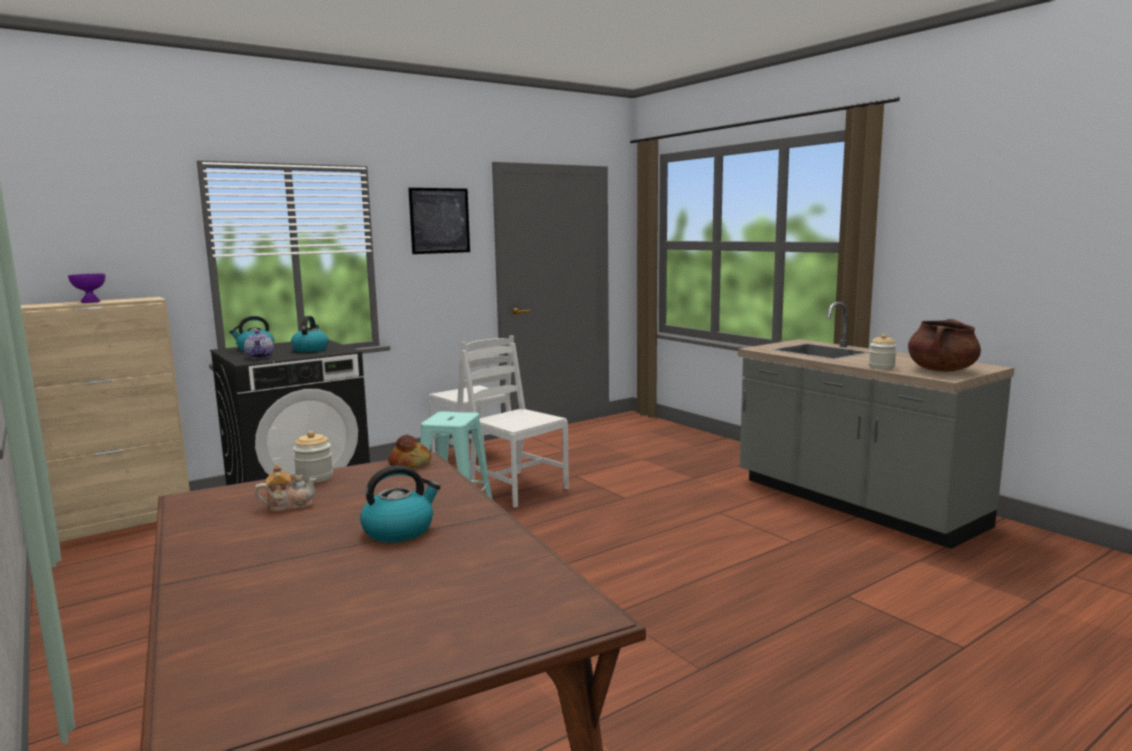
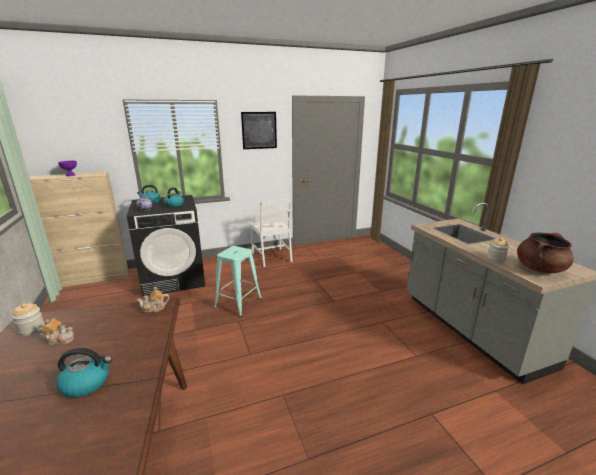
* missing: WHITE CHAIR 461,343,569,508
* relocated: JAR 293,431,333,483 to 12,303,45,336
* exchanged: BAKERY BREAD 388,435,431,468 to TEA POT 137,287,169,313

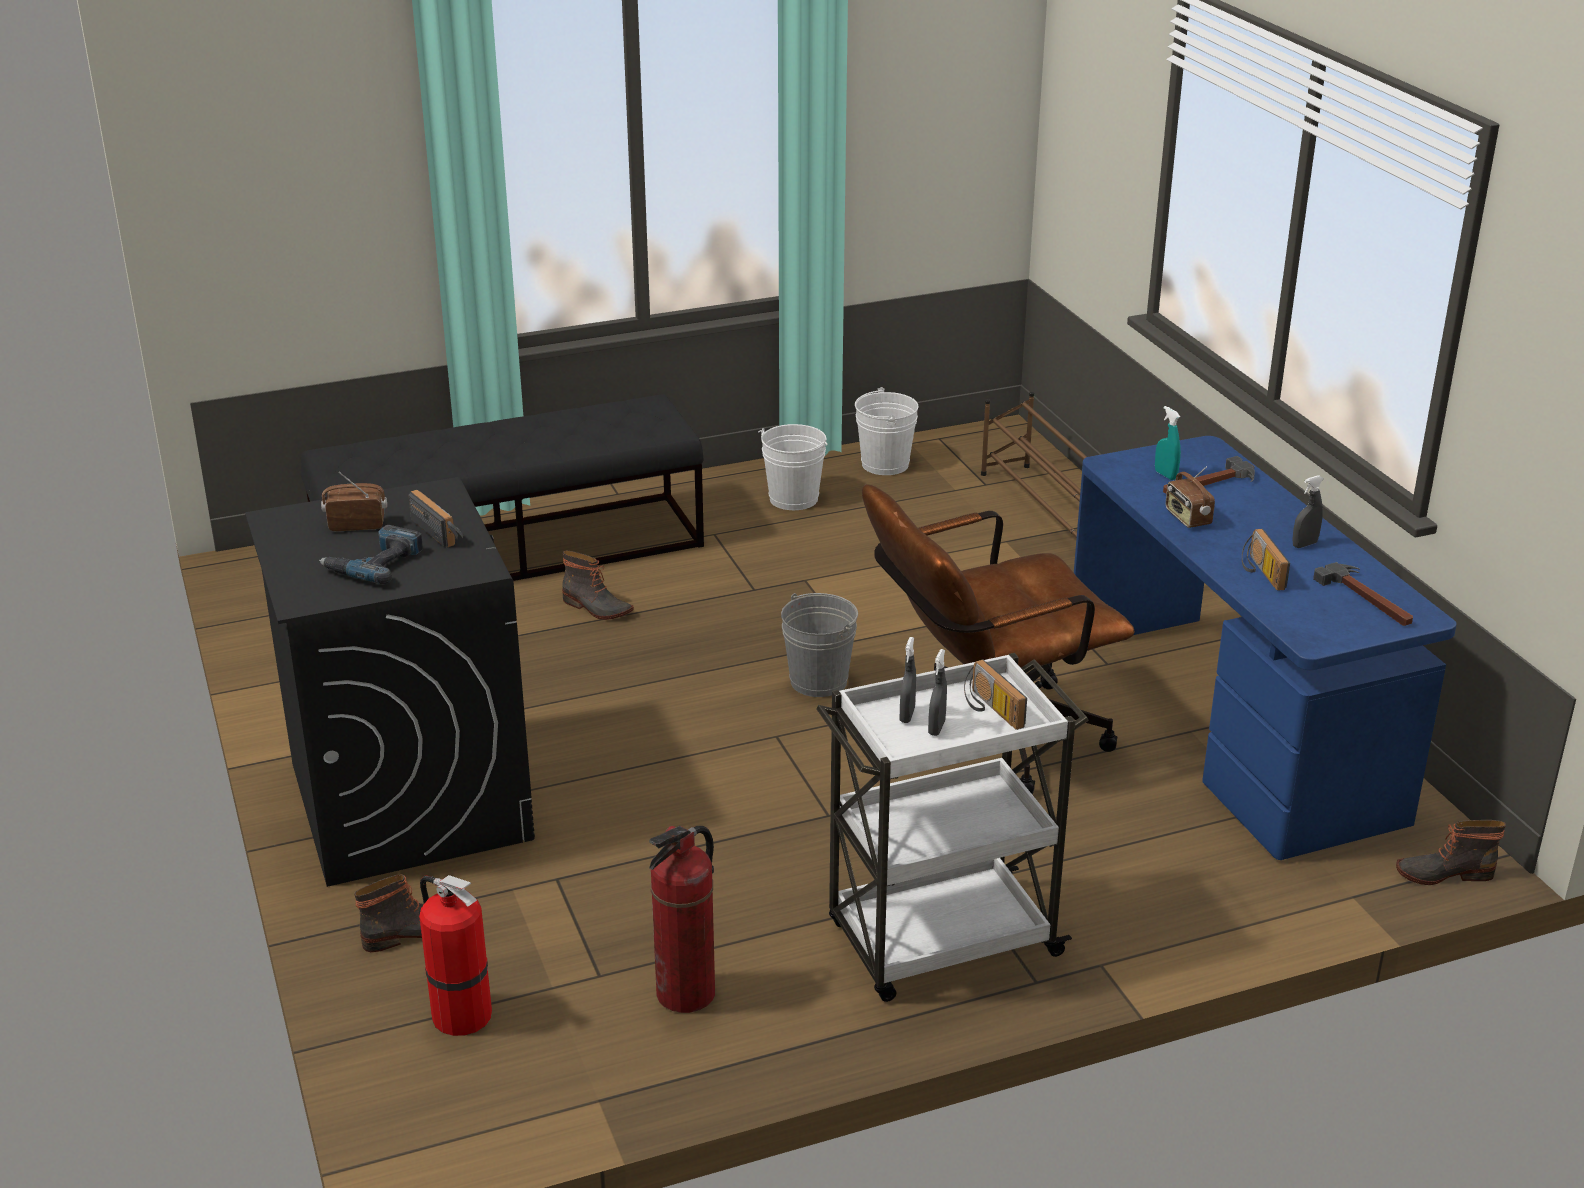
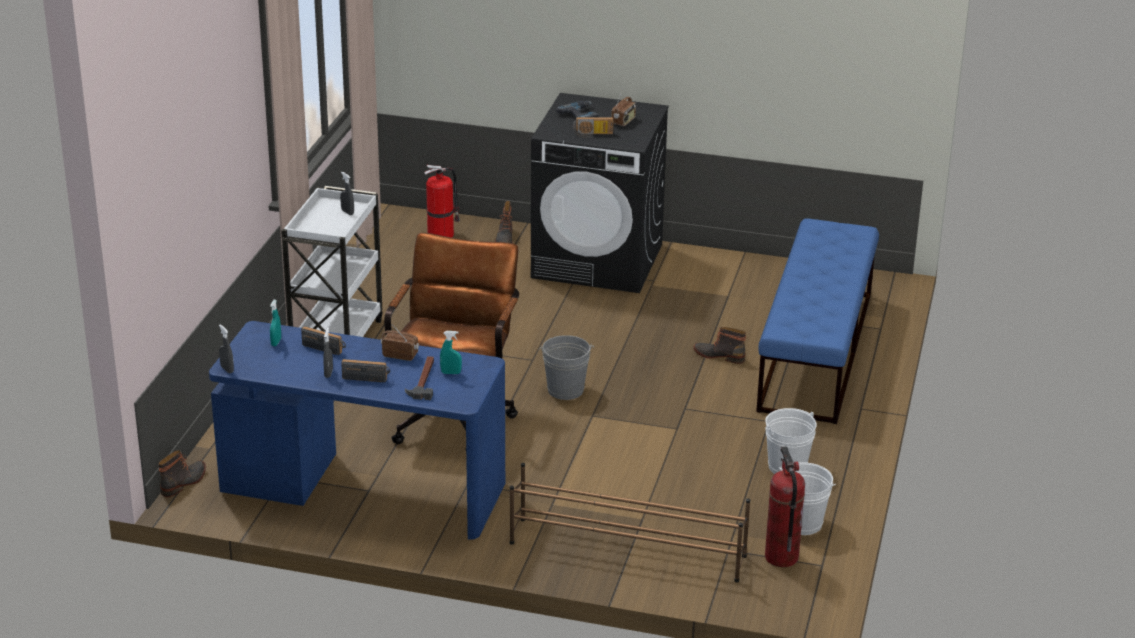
* missing: HAND HAMMER 1313,562,1413,626
* appeared: TURQUOISE-COLOURED HAND SPRAYER 270,300,281,346
* relocated: FIRE-FIGHTING CYLINDER 649,826,715,1013 to 765,446,805,567
* relocated: GRAY HAND SPRAYER 928,649,947,736 to 219,325,234,373
* relocated: RADIO 964,660,1027,730 to 341,359,390,382
* colour: BLACK-COLOURED INDOOR BENCH 301,394,704,581 to BLUE-COLOURED INDOOR BENCH 756,218,879,424
* spun: BOOT 562,551,634,620 = 694,327,746,364 45 degrees clockwise

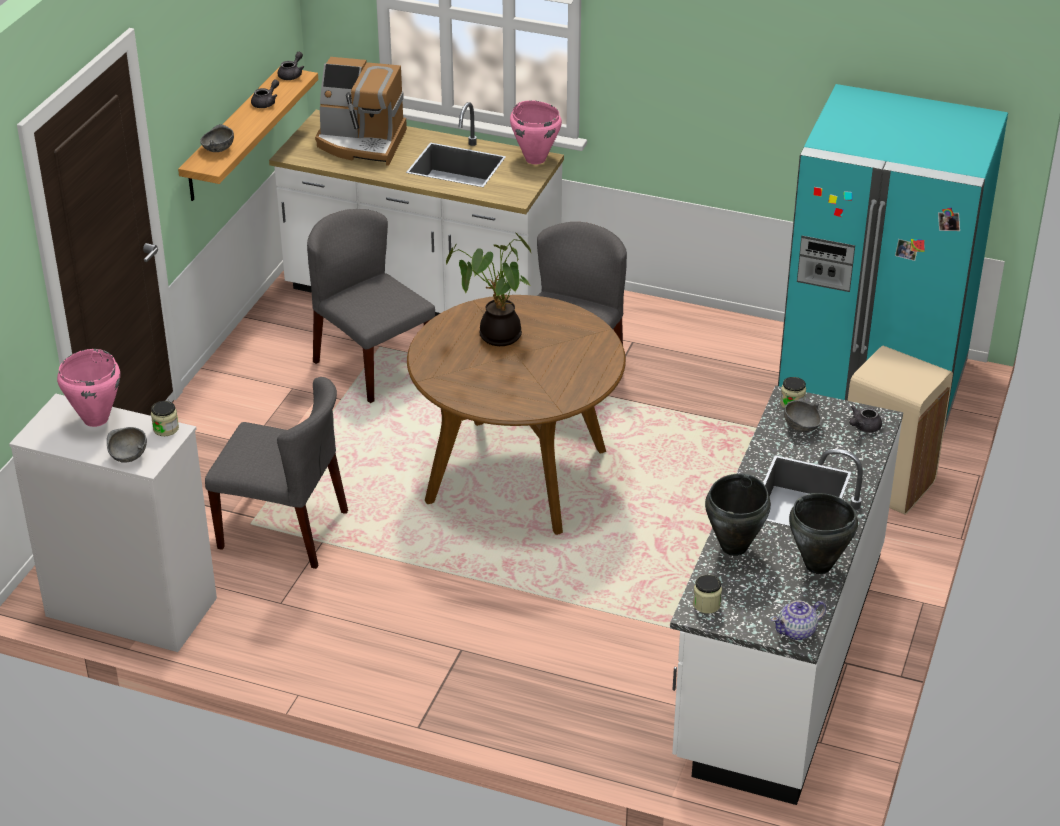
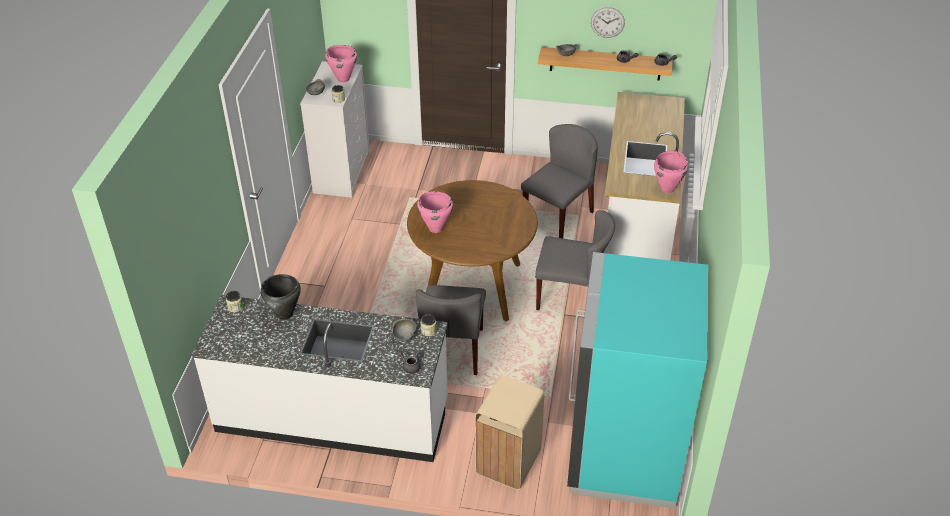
* missing: COFFEE BREWER 315,57,407,166
* missing: POTTED PLANT 446,232,532,346
* missing: TEA POT 771,600,826,640
* missing: BLACK-COLOURED COOKING POT 789,493,858,574
* appeared: PINK-COLOURED COOKING POT 417,191,453,233
* appeared: HANGING CLOCK 591,7,625,38
* relocated: GRAY CHAIR 205,377,348,569 to 416,285,486,375

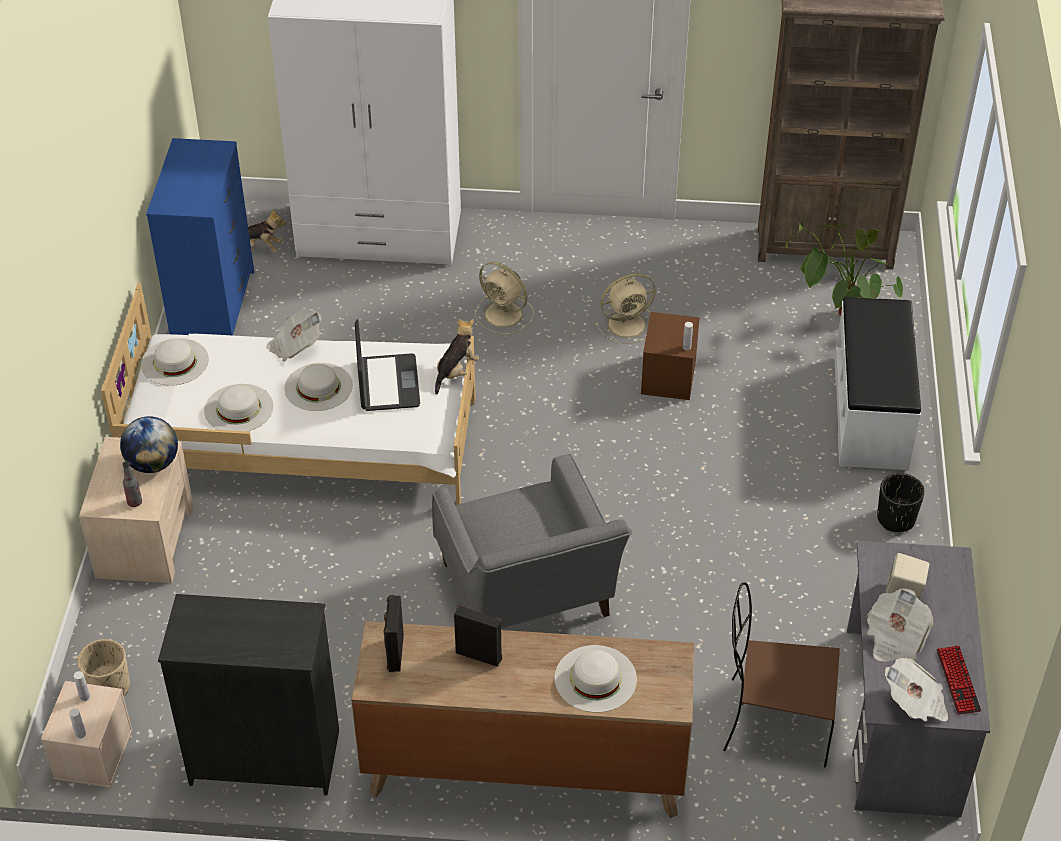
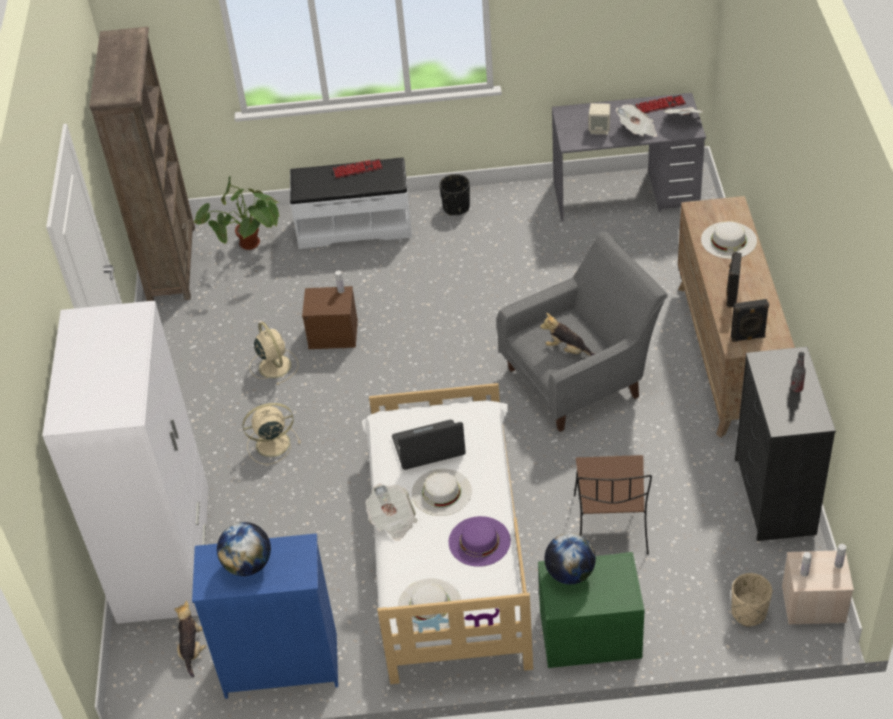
* appeared: DESK GLOBE 217,522,271,576
* appeared: COMPUTER KEYBOARD 333,159,383,178
* relocated: BEVERAGE BOTTLE 122,461,142,507 to 790,352,806,392
* relocated: CUDDLY TOY 435,319,479,394 to 540,313,595,356
* relocated: BROWN-COLOURED CHAIR 723,582,840,767 to 574,455,652,555
* colour: BEIGE-COLOURED NIGHT TABLE 79,437,193,583 to GREENISH NIGHT TABLE 538,552,645,668
* colour: WHITE WEARABLE HAT 204,384,273,431 to PURPLISH WEARABLE HAT 449,516,511,567
* spun: BEIGE-COLOURED FAN 475,262,534,334 = 242,403,301,465 135 degrees counterclockwise

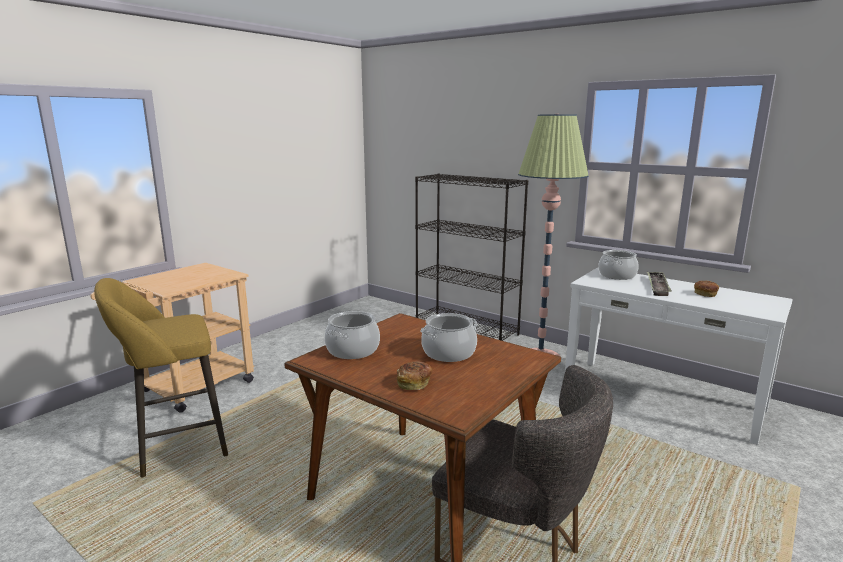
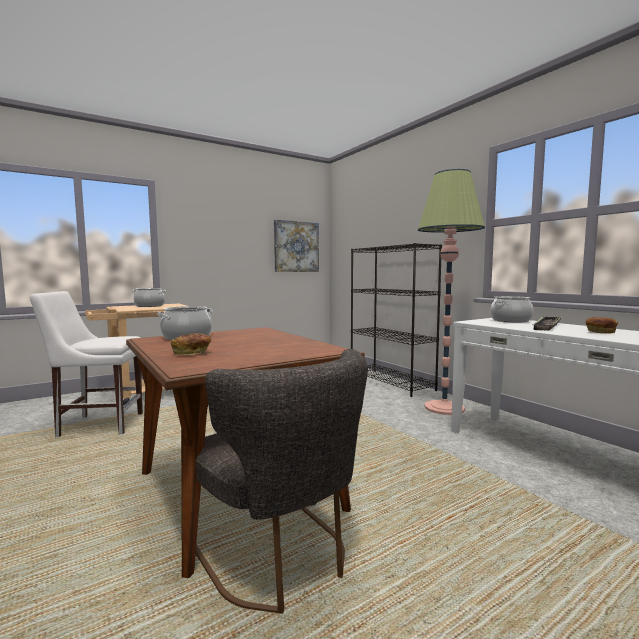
* appeared: PICTURE 274,220,319,272
* relocated: COOKING POT 421,313,477,362 to 132,288,166,307
* exchanged: YELLOW-COLOURED SITTING STOOL 94,278,228,478 to WHITE CHAIR 30,291,143,437

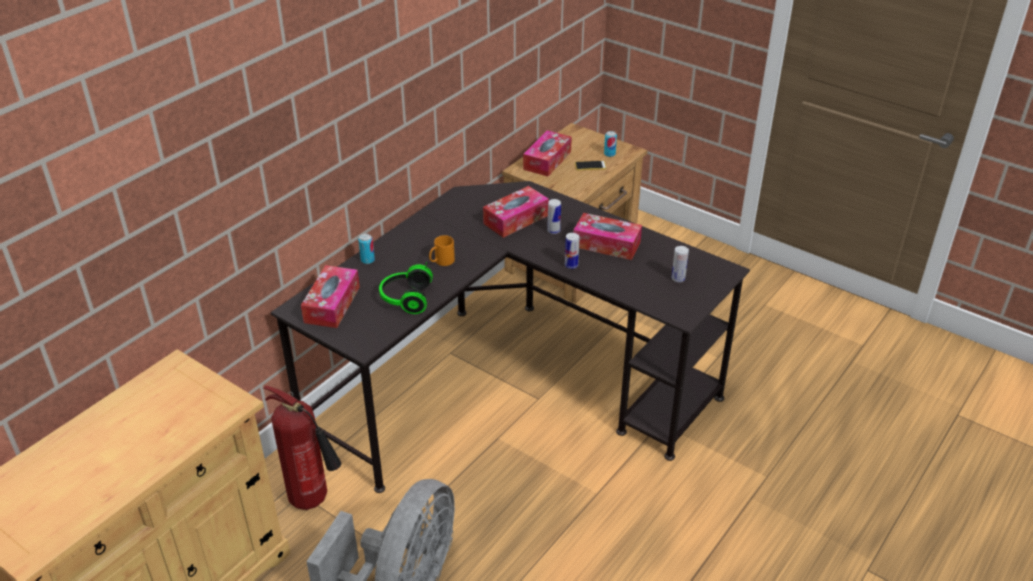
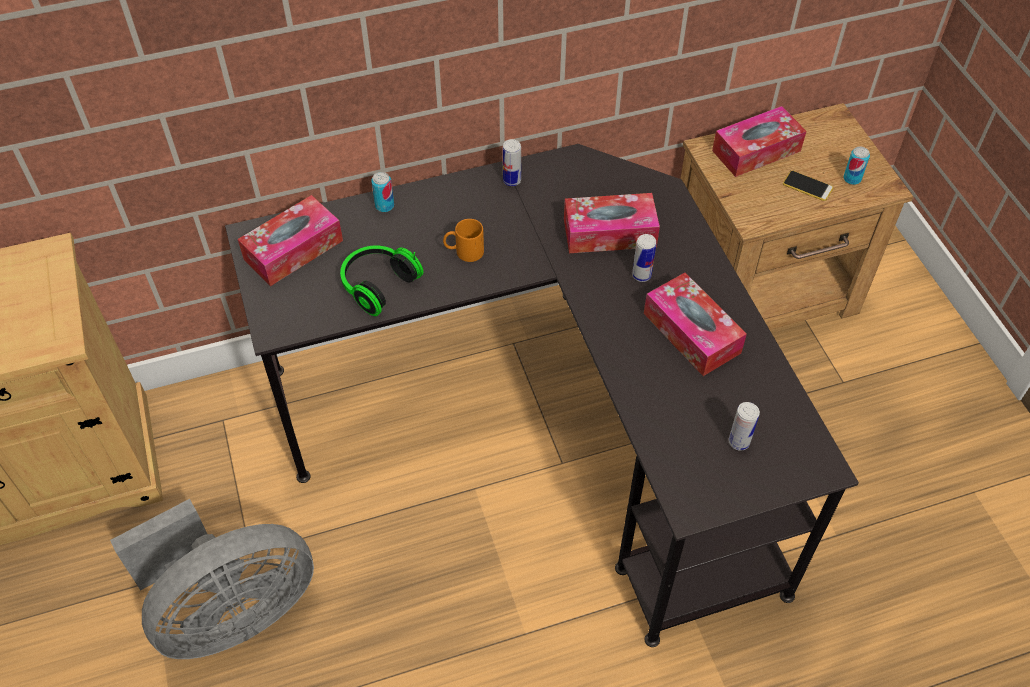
* missing: FIRE-FIGHTING CYLINDER 263,386,341,510
* relocated: SEALED CAN 565,233,579,269 to 503,139,521,186

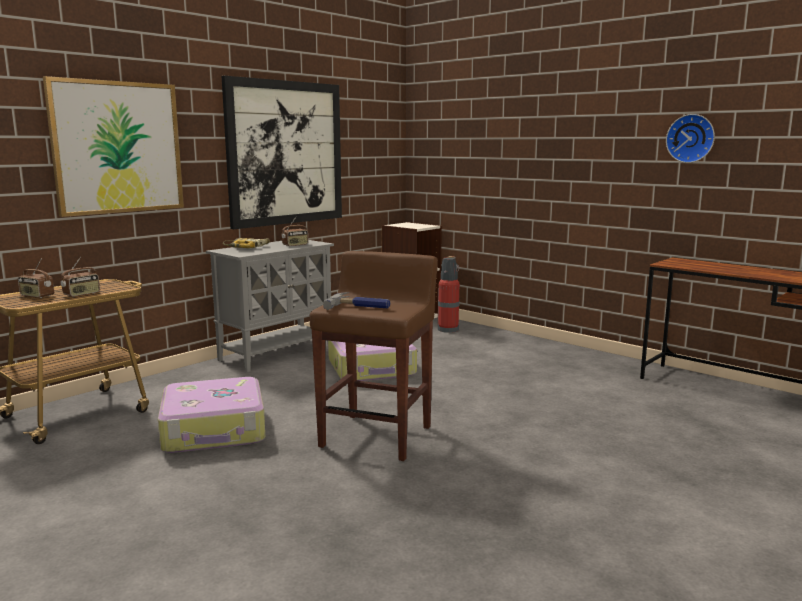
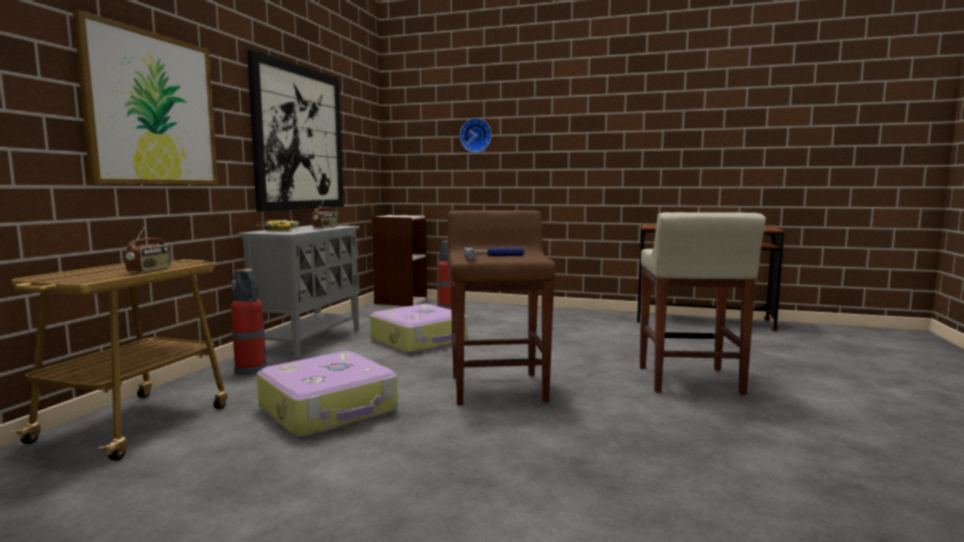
* missing: RADIO 18,260,54,298
* appeared: FIRE-FIGHTING CYLINDER 231,269,266,375
* appeared: BEIGE-COLOURED SITTING STOOL 640,212,766,395
* relocated: HANGING CLOCK 666,114,715,163 to 460,118,492,152

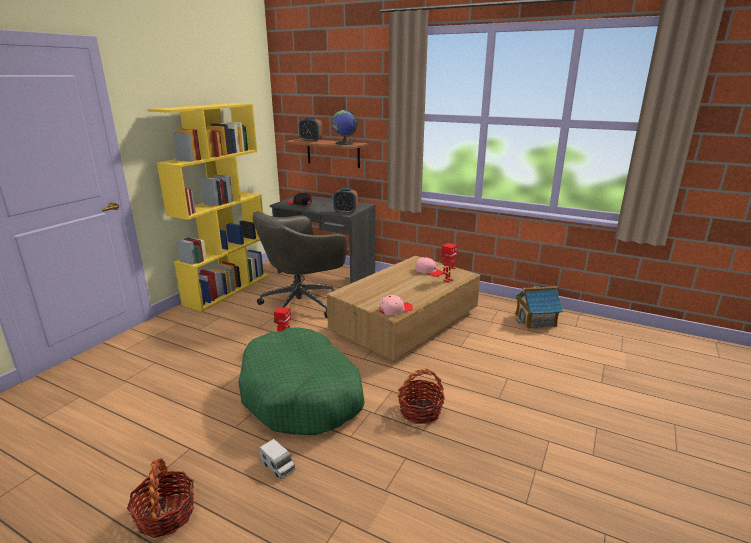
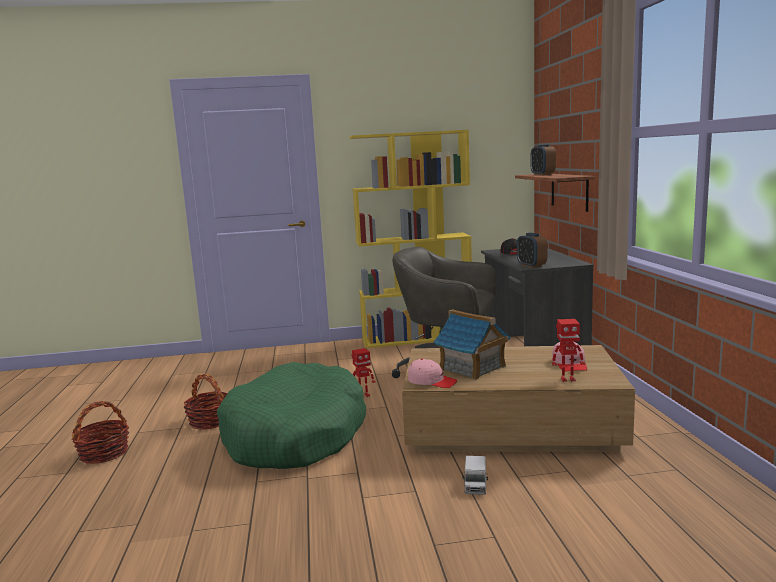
* missing: DESK GLOBE 332,110,358,145
* relocated: TOY LORRY 260,439,295,479 to 463,456,488,495
* relocated: BASKET 398,369,445,424 to 184,374,227,430
* relocated: MINIATURE HOUSE 515,286,563,329 to 434,309,511,380

